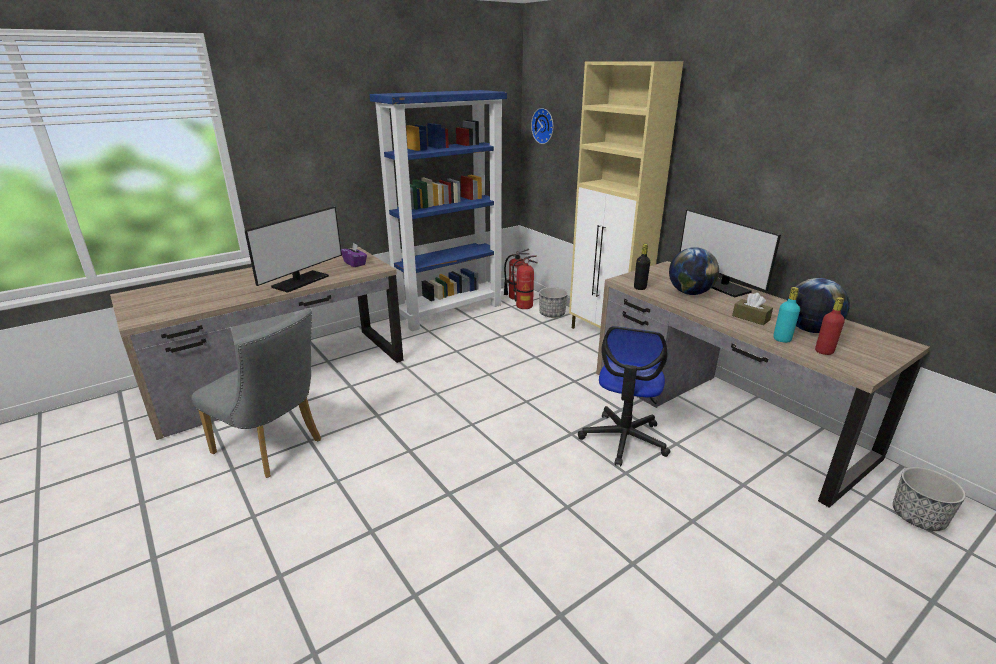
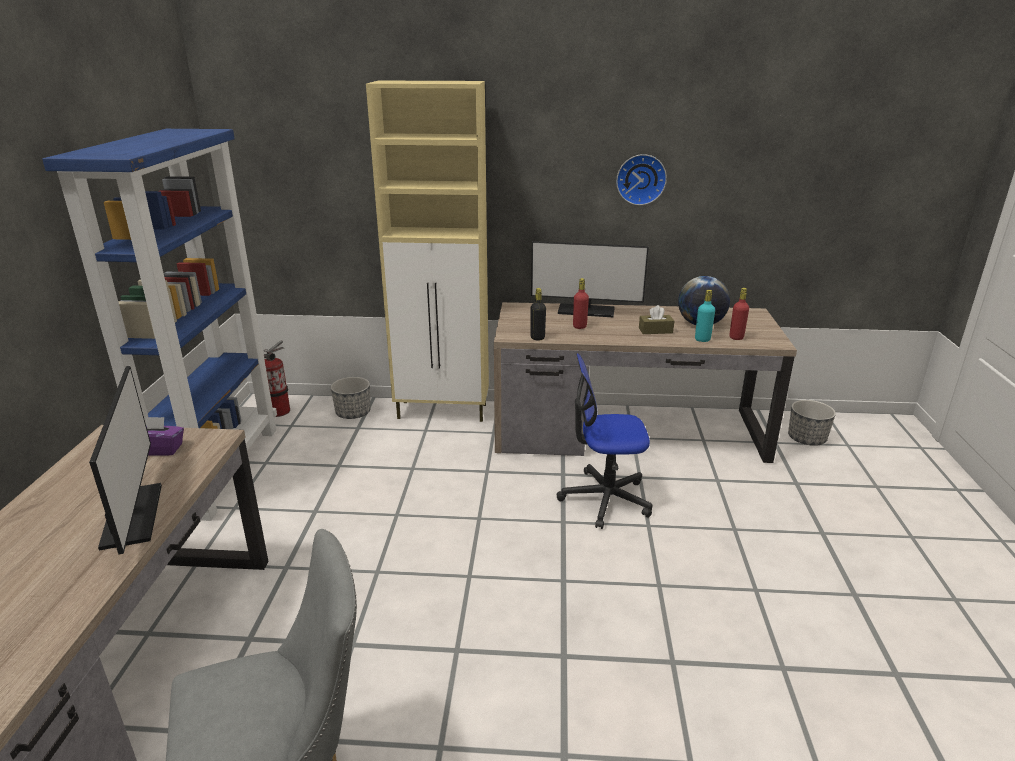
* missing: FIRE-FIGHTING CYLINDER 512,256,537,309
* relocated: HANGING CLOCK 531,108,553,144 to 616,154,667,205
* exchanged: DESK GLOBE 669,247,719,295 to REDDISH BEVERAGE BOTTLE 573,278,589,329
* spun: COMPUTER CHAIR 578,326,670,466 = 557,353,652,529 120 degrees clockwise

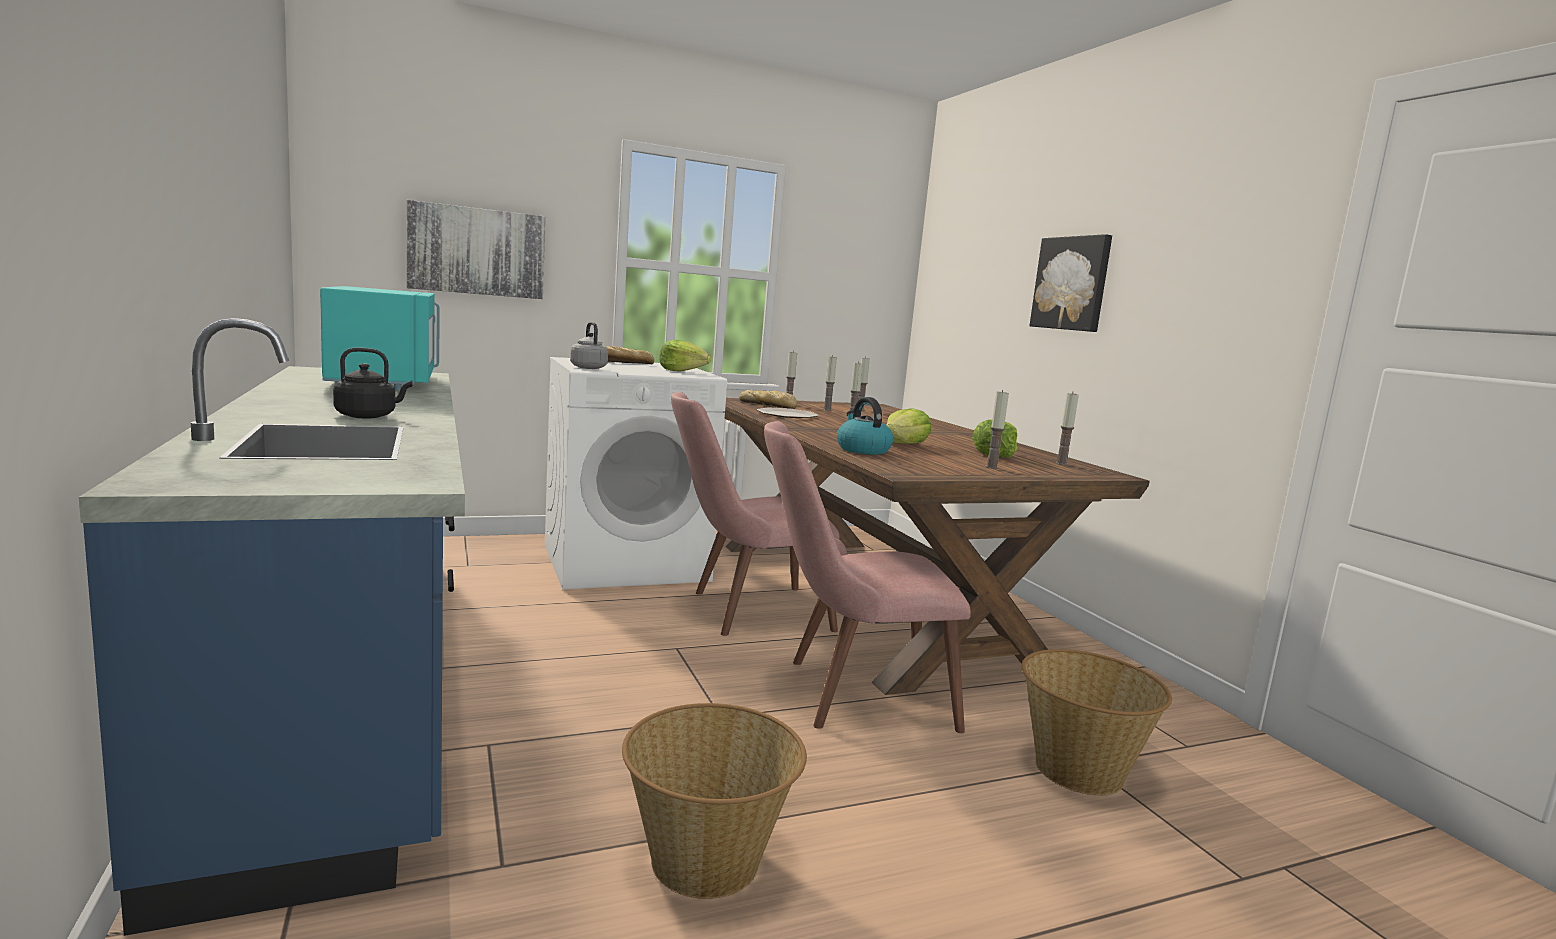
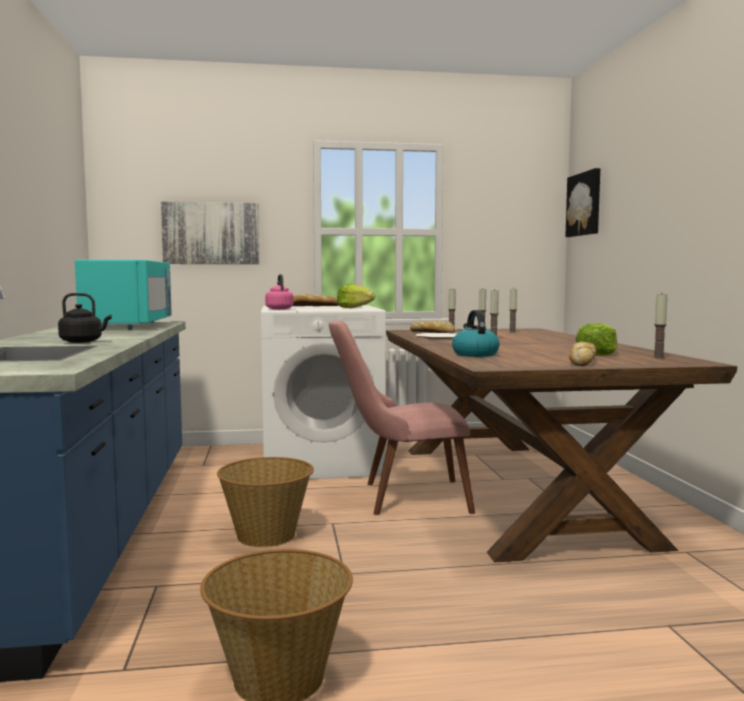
* missing: PINK-COLOURED CHAIR 764,421,971,733
* missing: HEAD OF LETTUCE 886,408,931,444
* relocated: BASKET 1021,649,1172,795 to 217,457,314,547
* relocated: PICTURE 1029,234,1112,332 to 565,168,600,237
* exchanged: WAX CANDLE 985,390,1009,469 to BAKERY BREAD 569,341,597,366
* colour: GRAY TEA KETTLE 570,322,608,369 to PINK-COLOURED TEA KETTLE 265,274,294,310

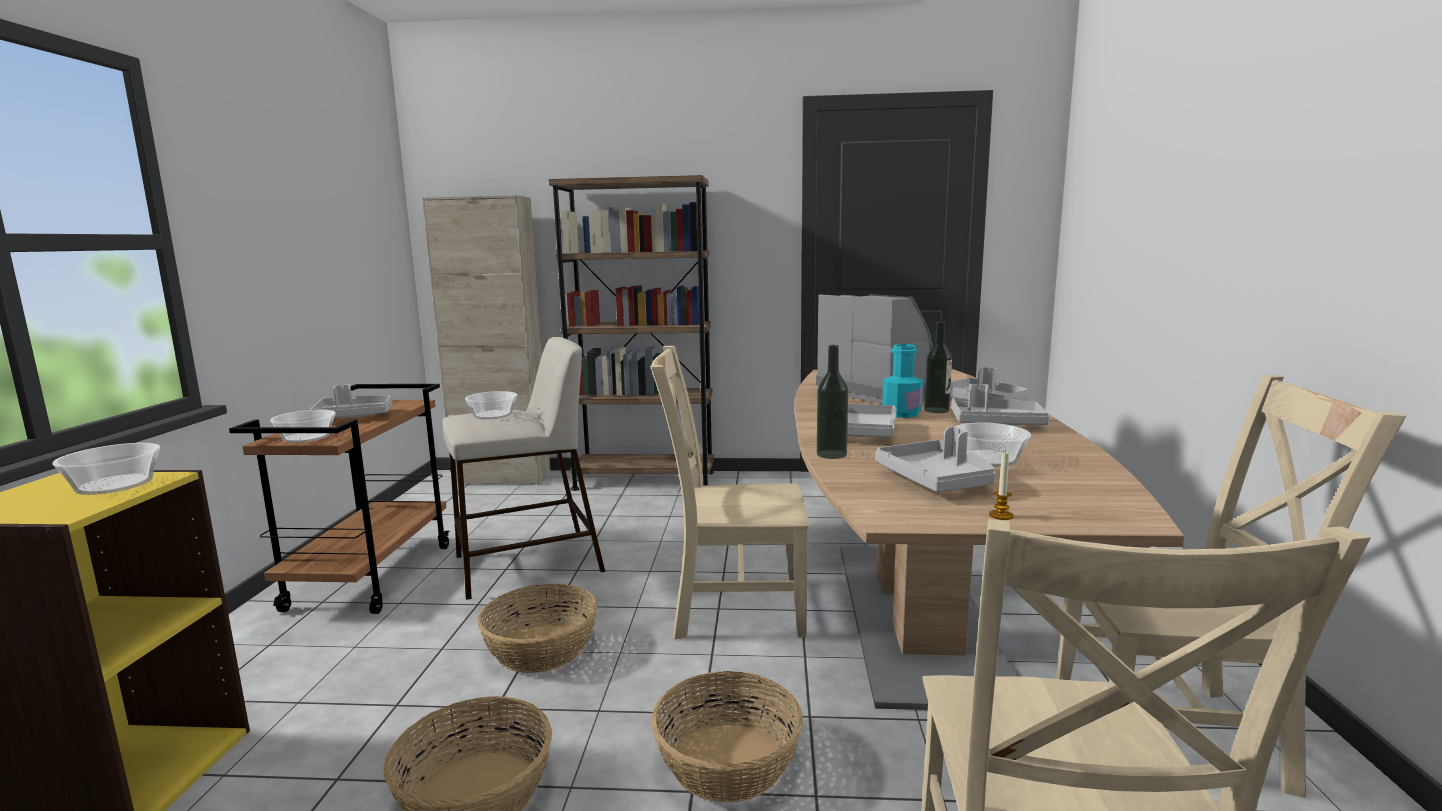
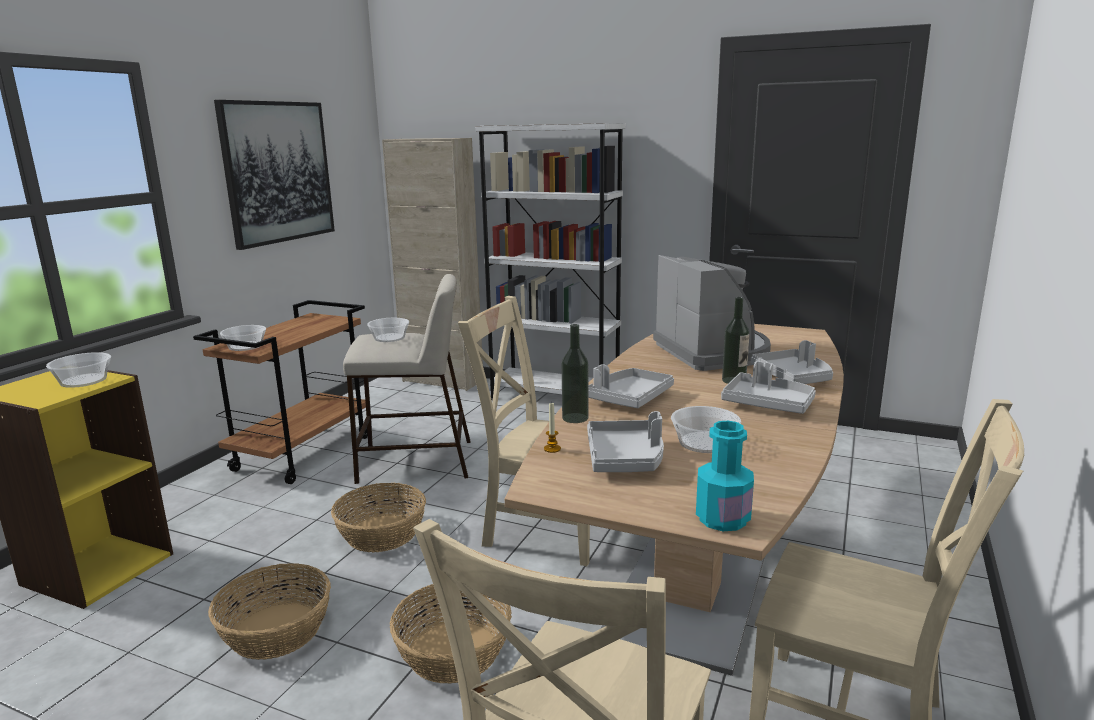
* missing: GRAY CARRYING TRAY 310,385,392,418
* appeared: PICTURE 214,100,335,250
* relocated: TURQUOISE-COLOURED BEVERAGE BOTTLE 883,344,923,418 to 696,421,754,531
* relocated: WAX CANDLE 989,451,1014,520 to 544,402,561,453
* colour: BROWN-COLOURED BOOKSHELF 549,175,714,491 to WHITE BOOKSHELF 475,123,626,400

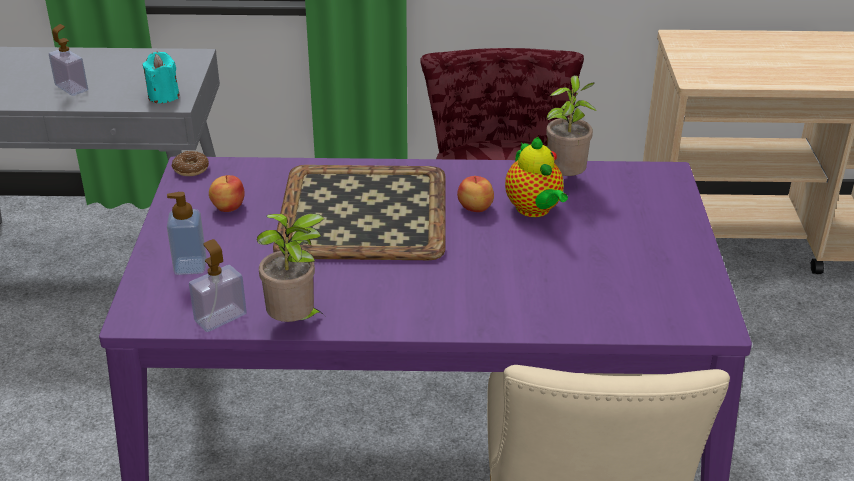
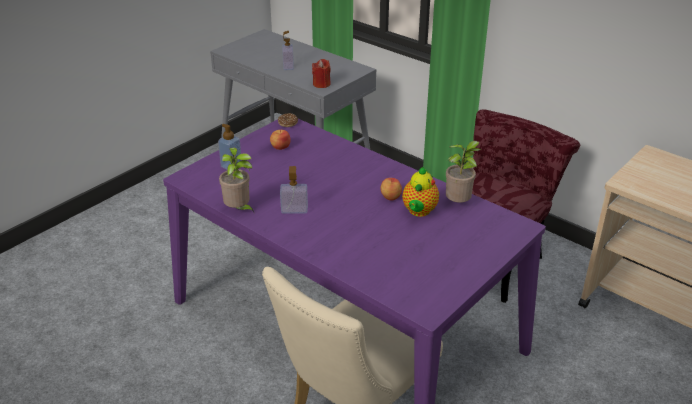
* missing: CARRYING TRAY 273,165,445,260
* relocated: SOAP DISPENSER 189,239,247,332 to 280,166,308,214
* colour: TURQUOISE-COLOURED WAX CANDLE 142,52,179,103 to REDDISH WAX CANDLE 312,59,331,88

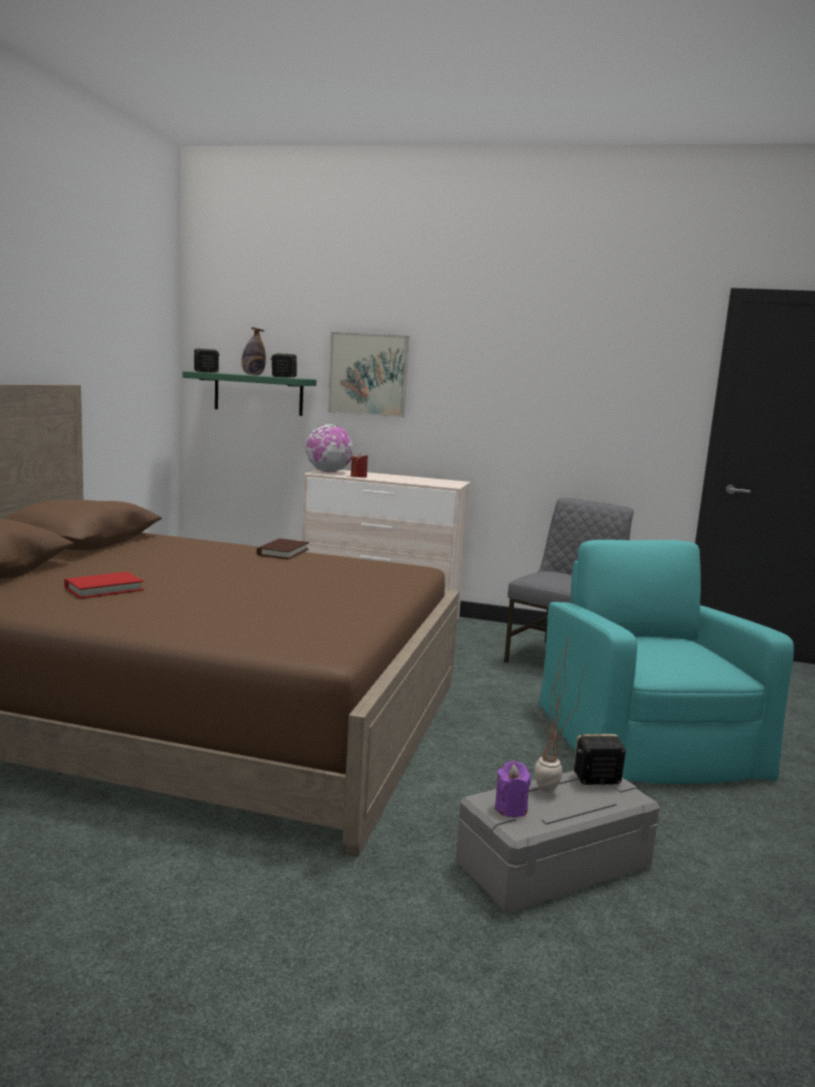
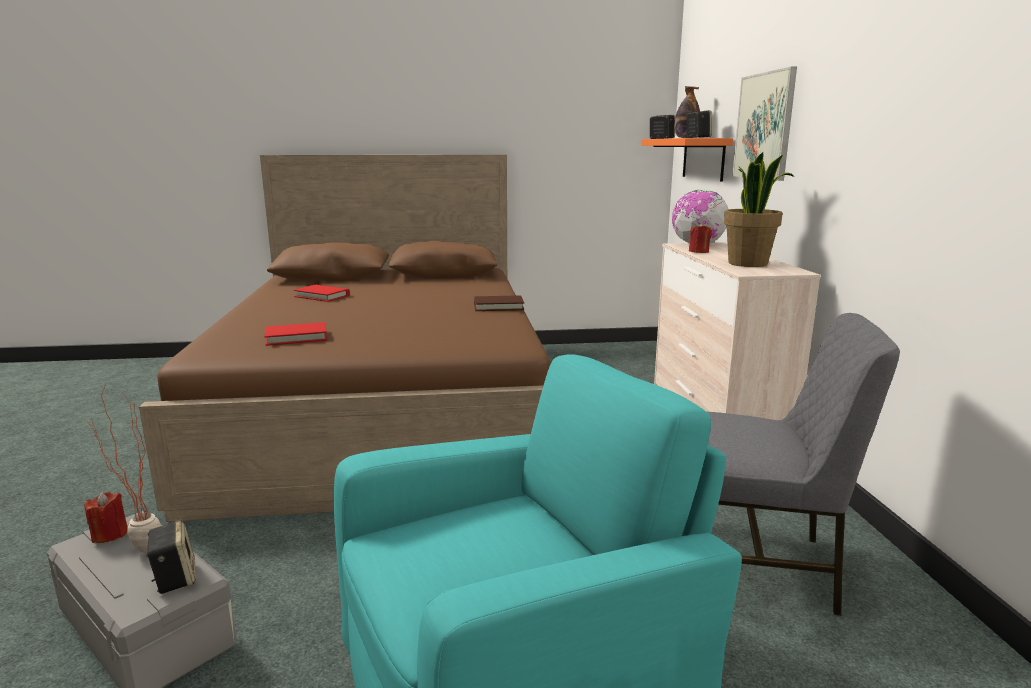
* appeared: REDDISH BOOK 264,322,327,346
* appeared: POTTED PLANT 724,152,794,267
* colour: GREENISH WALL SHELF 182,371,317,416 to ORANGE-COLOURED WALL SHELF 641,138,733,182
* colour: PURPLISH WAX CANDLE 495,761,531,817 to REDDISH WAX CANDLE 84,492,128,543

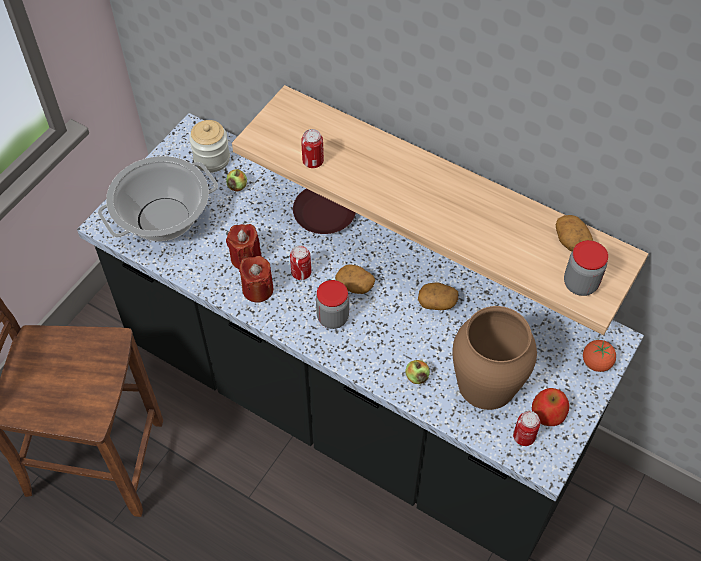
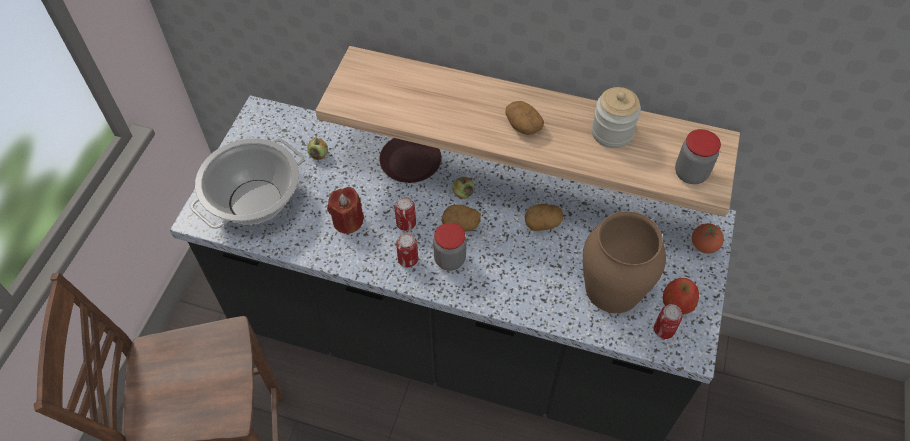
* missing: REDDISH WAX CANDLE 239,256,273,303
* relocated: JAR 189,120,230,172 to 592,87,641,148
* relocated: SEALED CAN 301,129,324,168 to 396,233,418,267
* relocated: WHOLE APPLE 405,360,430,384 to 452,177,474,199
* relocated: POTATO 556,215,593,251 to 505,101,544,135

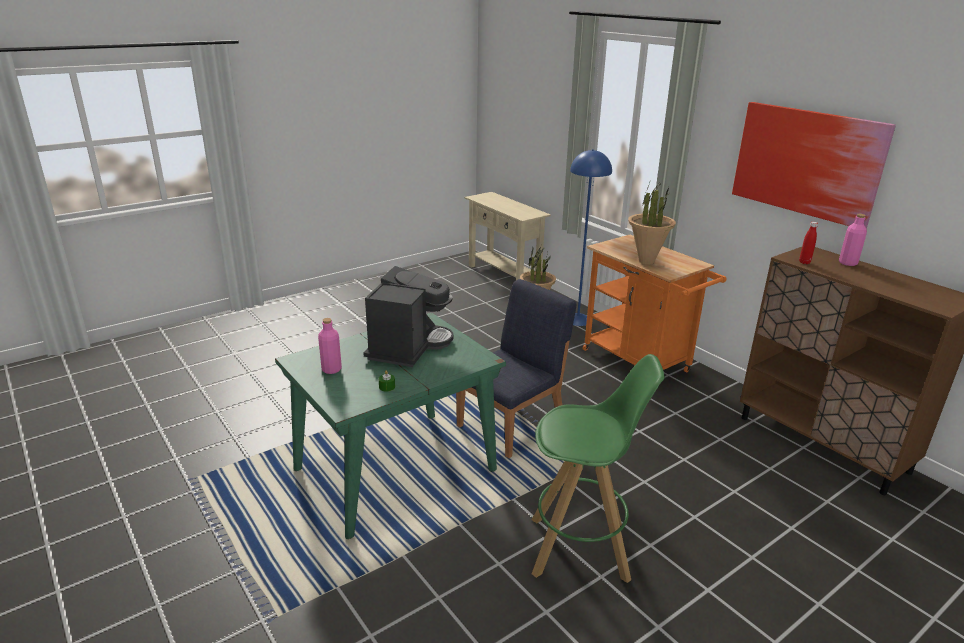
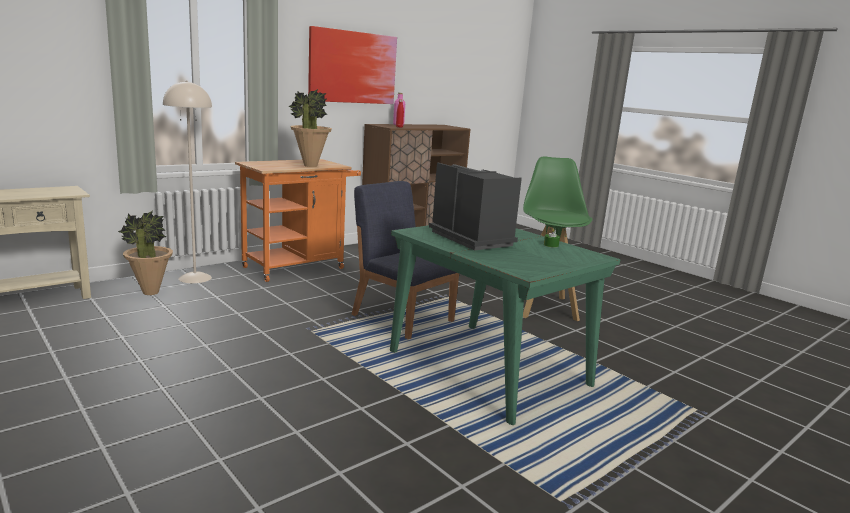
* missing: PINK-COLOURED BEVERAGE BOTTLE 318,318,342,374
* colour: BLUE-COLOURED STANDARD LAMP 570,149,612,326 to BEIGE-COLOURED STANDARD LAMP 163,81,212,283
* spun: COFFEE BREWER 363,266,454,367 = 429,162,522,250 45 degrees clockwise

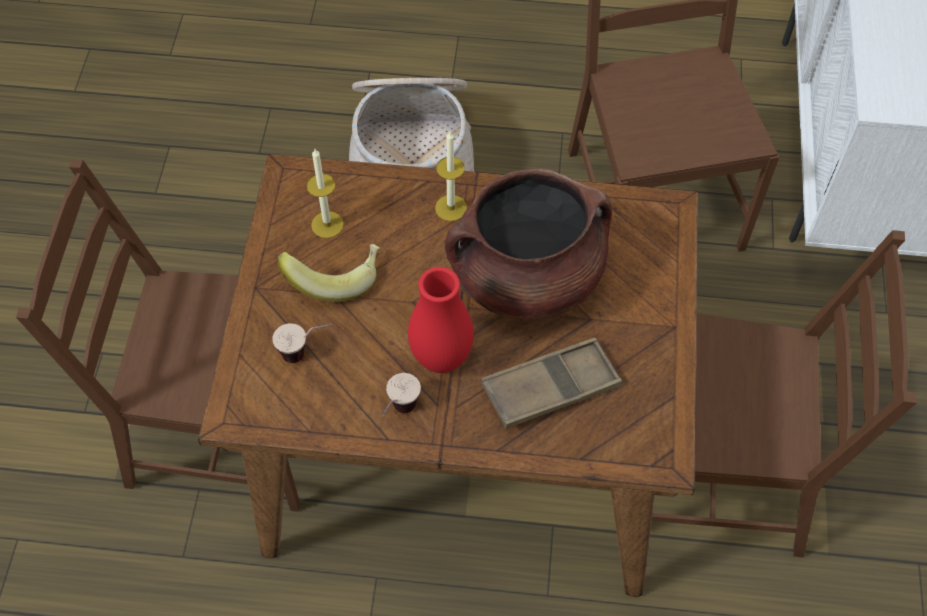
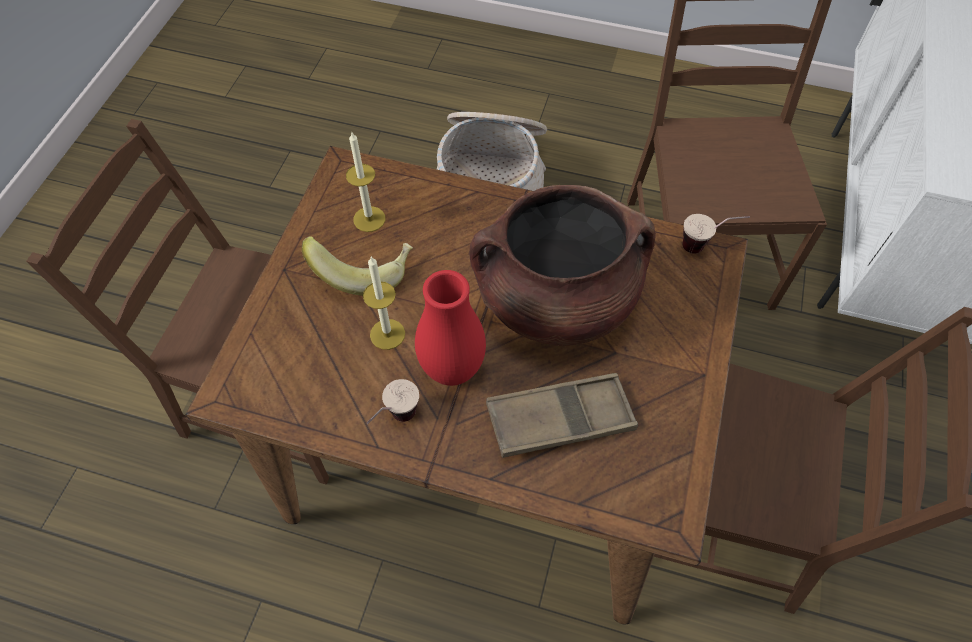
* relocated: CUP 272,323,332,363 to 682,214,750,254
* relocated: WAX CANDLE 435,132,467,221 to 363,257,405,350

